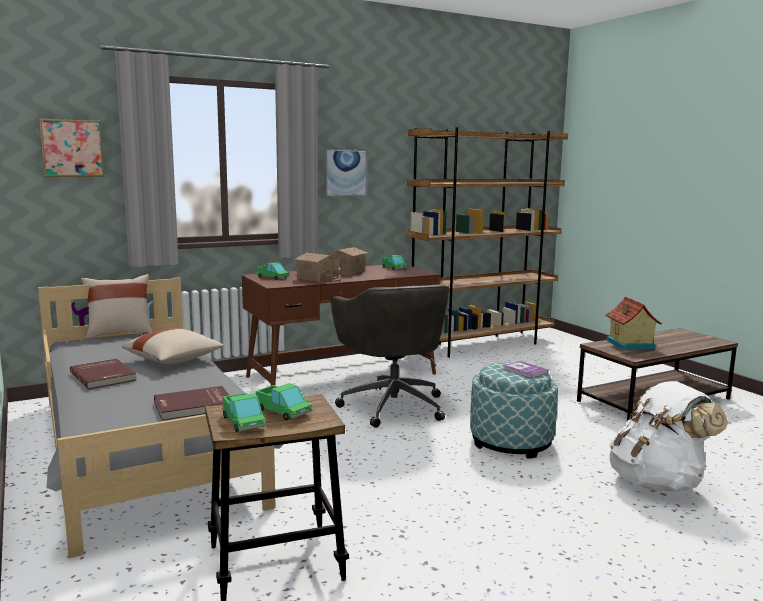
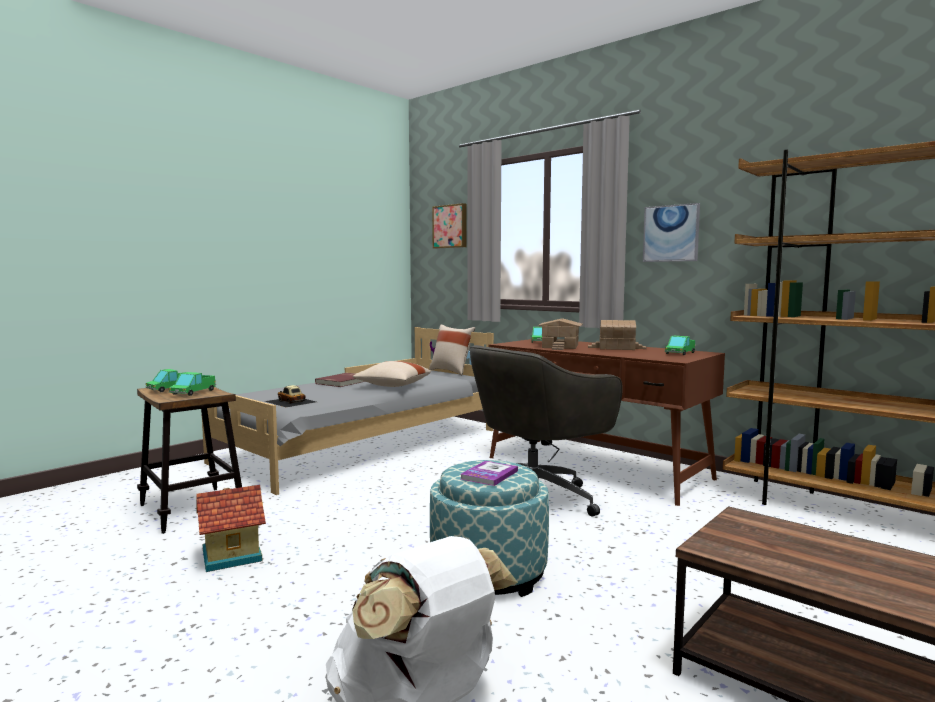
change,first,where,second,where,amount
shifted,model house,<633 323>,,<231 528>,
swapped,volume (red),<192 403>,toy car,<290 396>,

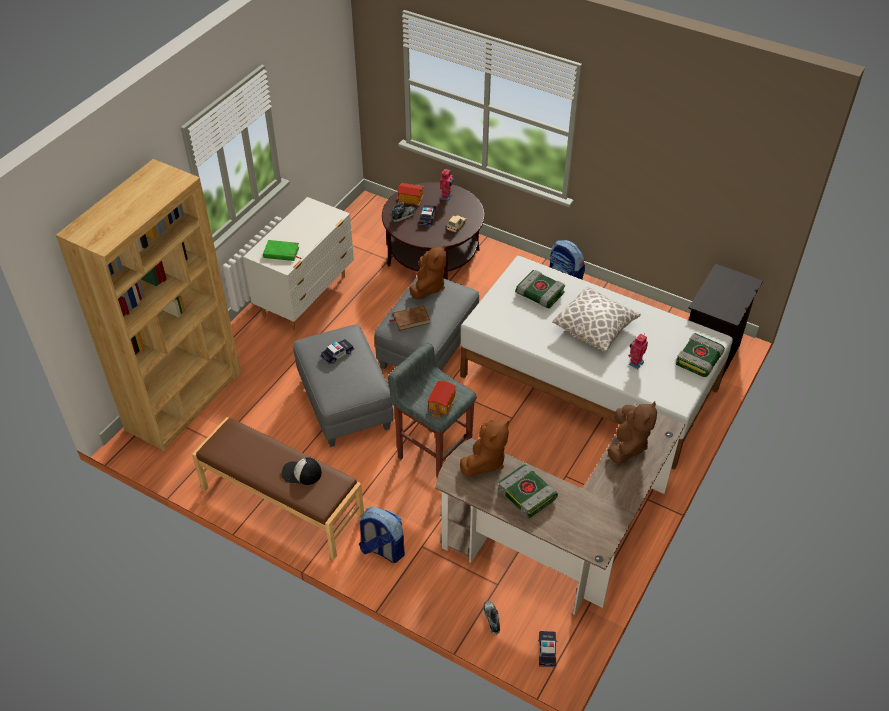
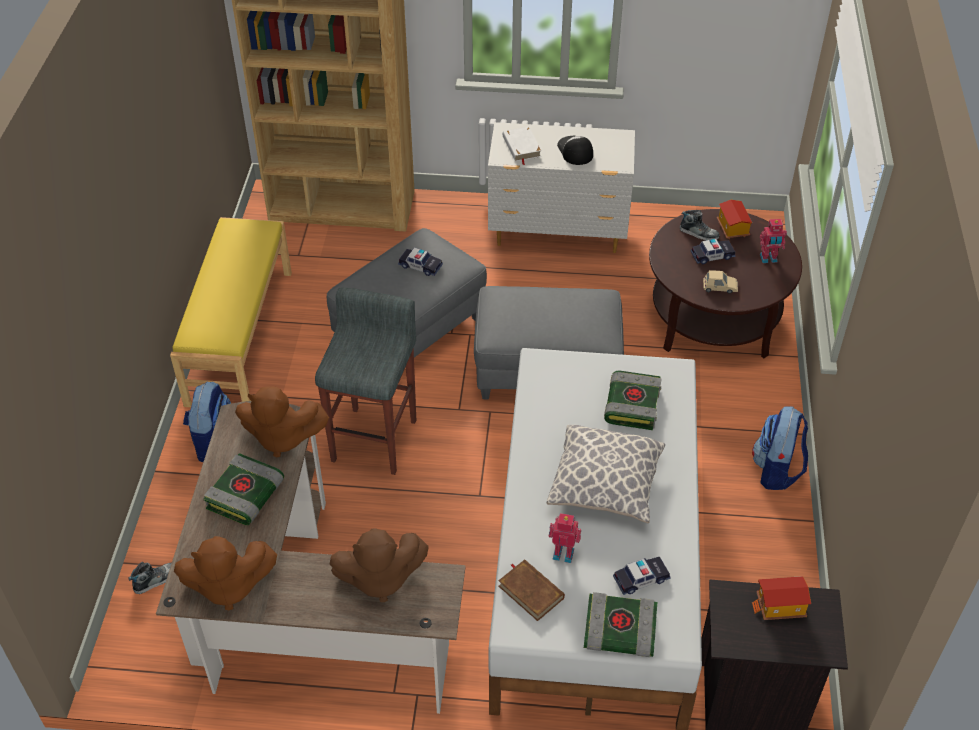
change,first,where,second,where,amount
repainted,volume (green-coloured),<282 250>,volume (whitish),<522 146>,
shifted,soft toy (brown),<428 272>,,<225 573>,
shifted,volume (brown),<409 318>,,<531 590>,
shifted,model house,<442 399>,,<781 598>,
repainted,long seat (brown),<278 488>,long seat (yellowish),<231 312>,
shifted,peaked cap,<302 471>,,<575 150>,
shifted,toy car,<547 649>,,<642 576>,

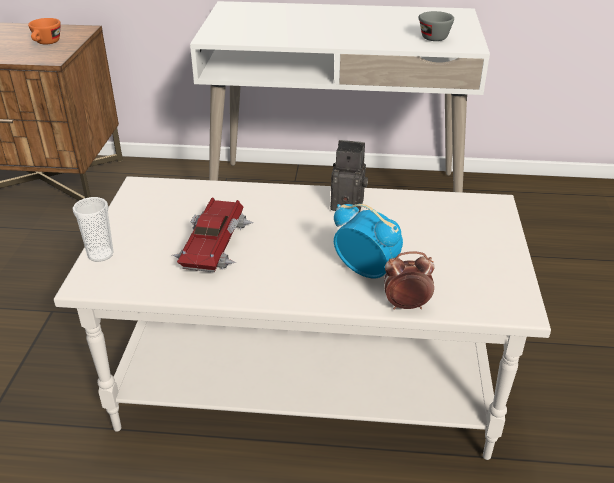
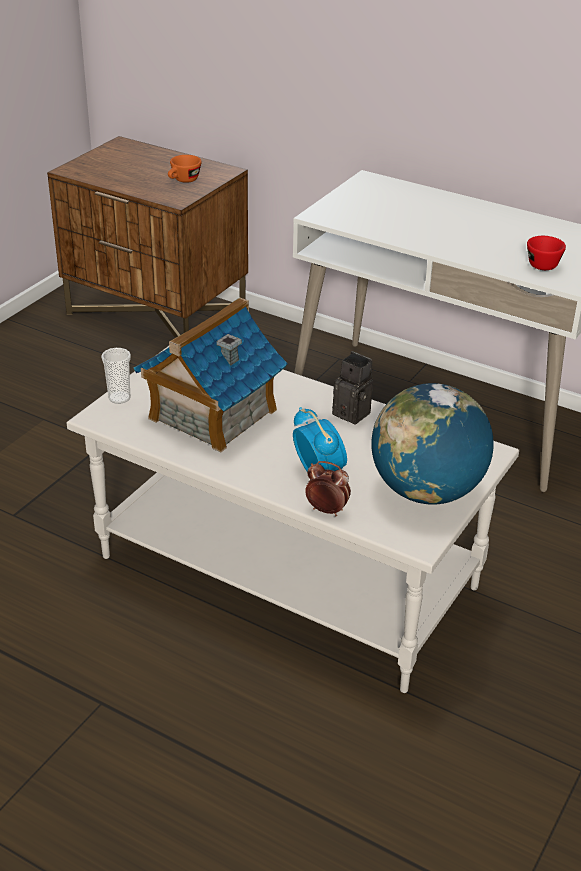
change,first,where,second,where,amount
repainted,small cup (gray),<436 26>,small cup (red),<546 253>,
swapped,toy car,<212 234>,model house,<211 375>,
new,,,desk globe,<432 444>,

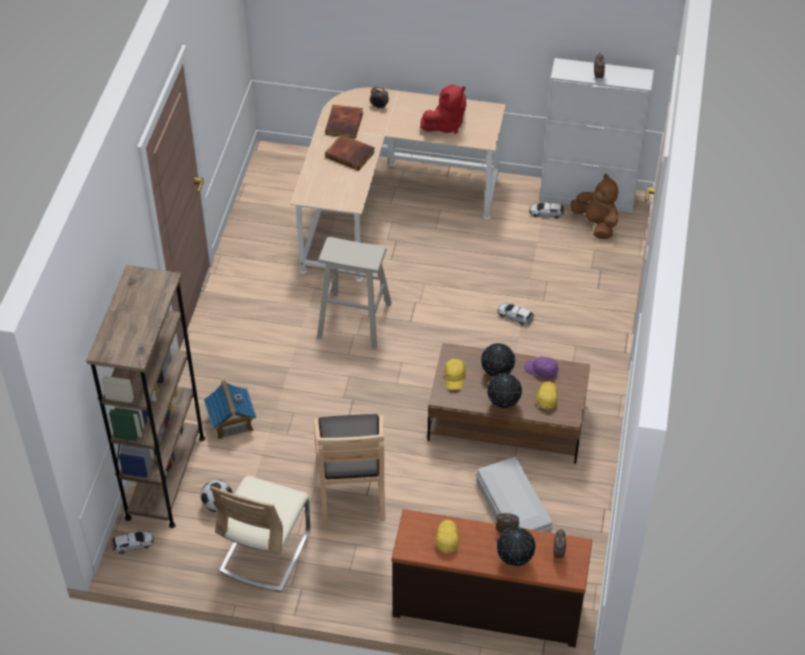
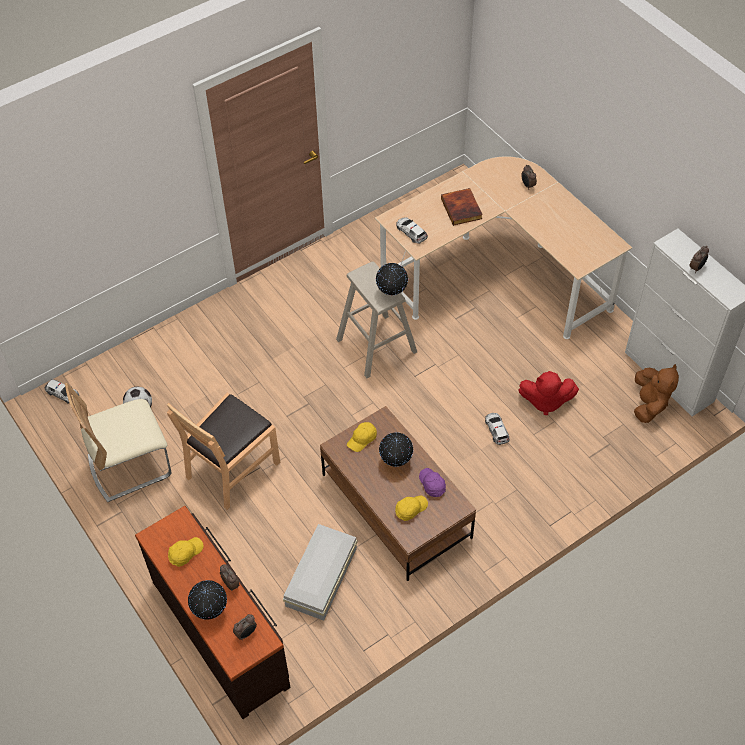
change,first,where,second,where,amount
shifted,soft toy (red),<443 109>,,<548 393>,
gone,volume,<344 121>,,,
shifted,toy car,<546 210>,,<412 230>,
gone,bookcase (brown),<145 396>,,,
shifted,desk globe,<504 390>,,<392 279>,
gone,model house,<230 410>,,,

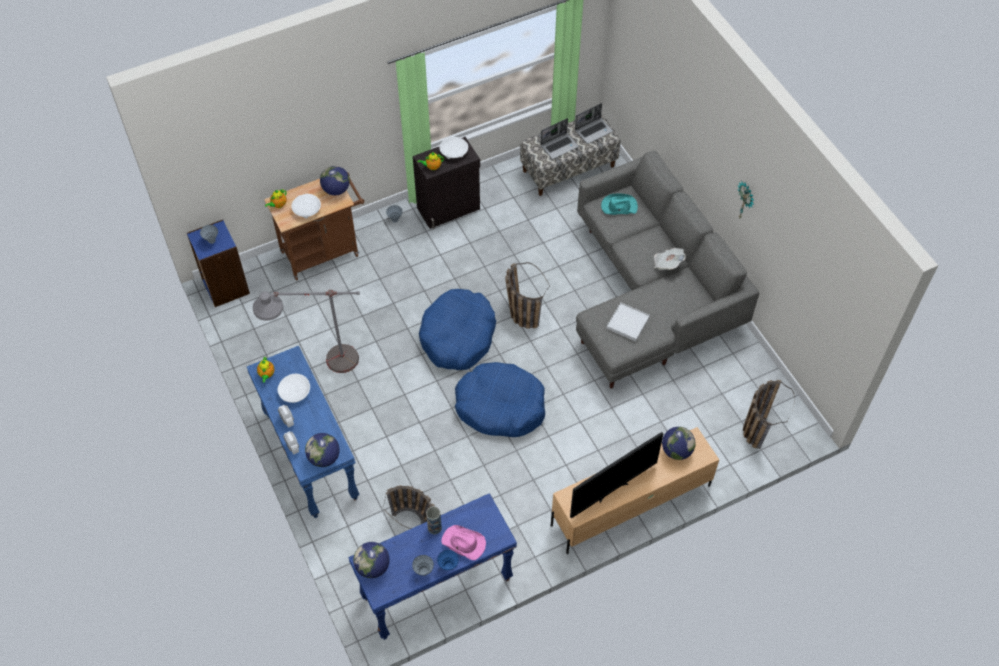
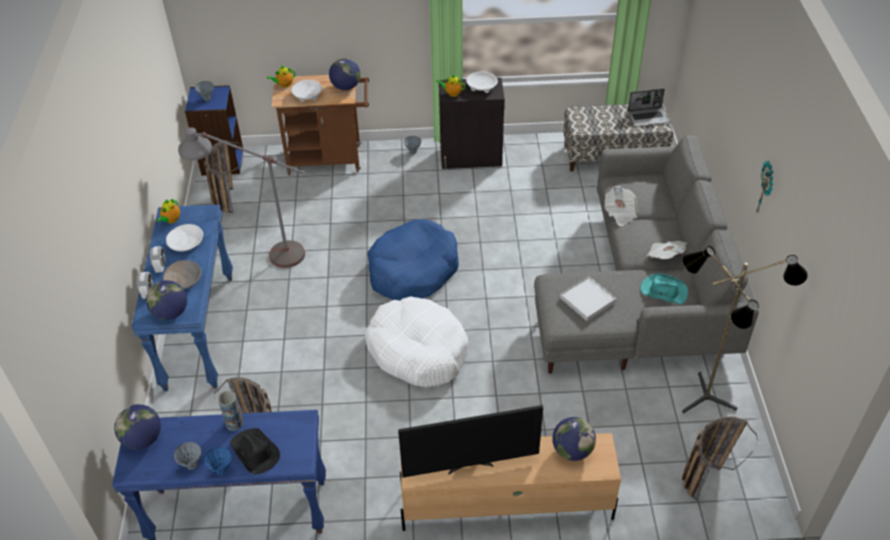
change,first,where,second,where,amount
gone,laptop,<559 138>,,,
shifted,clothing hat (blue-green),<619 204>,,<664 289>,
shifted,storage basket,<527 295>,,<224 176>,
repainted,pet bed (blue-coloured),<500 399>,pet bed (whitish),<416 342>,
repainted,clothing hat (pink),<463 542>,clothing hat (black),<254 451>,
new,,,daily paper,<621 206>,
new,,,standard lamp,<745 329>,
new,,,serving bowl (sand-coloured),<182 274>,

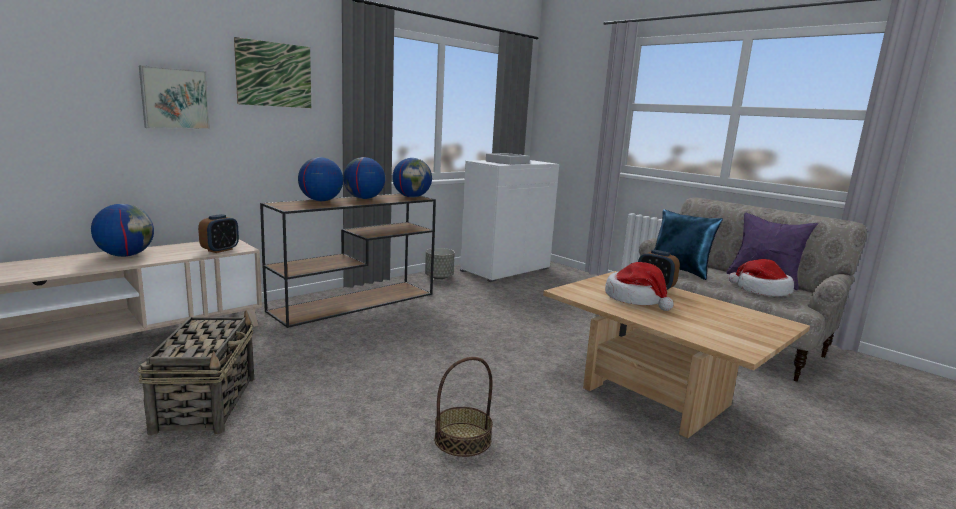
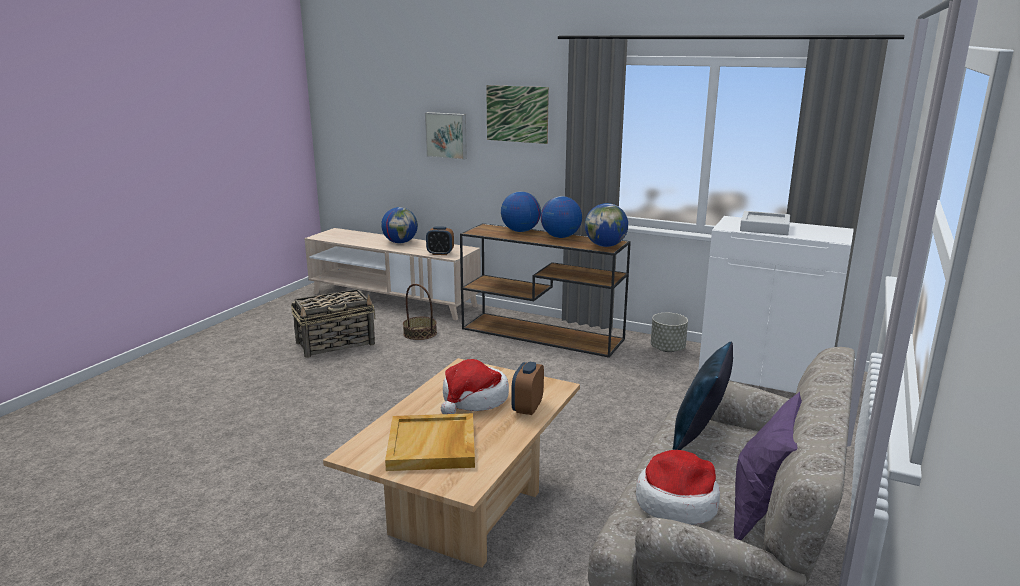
change,first,where,second,where,amount
shifted,storage basket,<463 407>,,<420 312>,
new,,,carrying tray (sand-coloured),<430 442>,

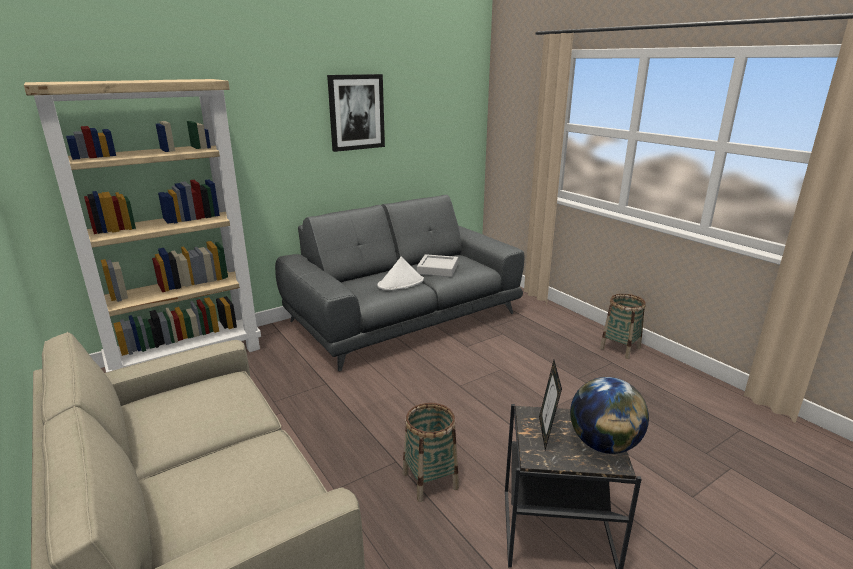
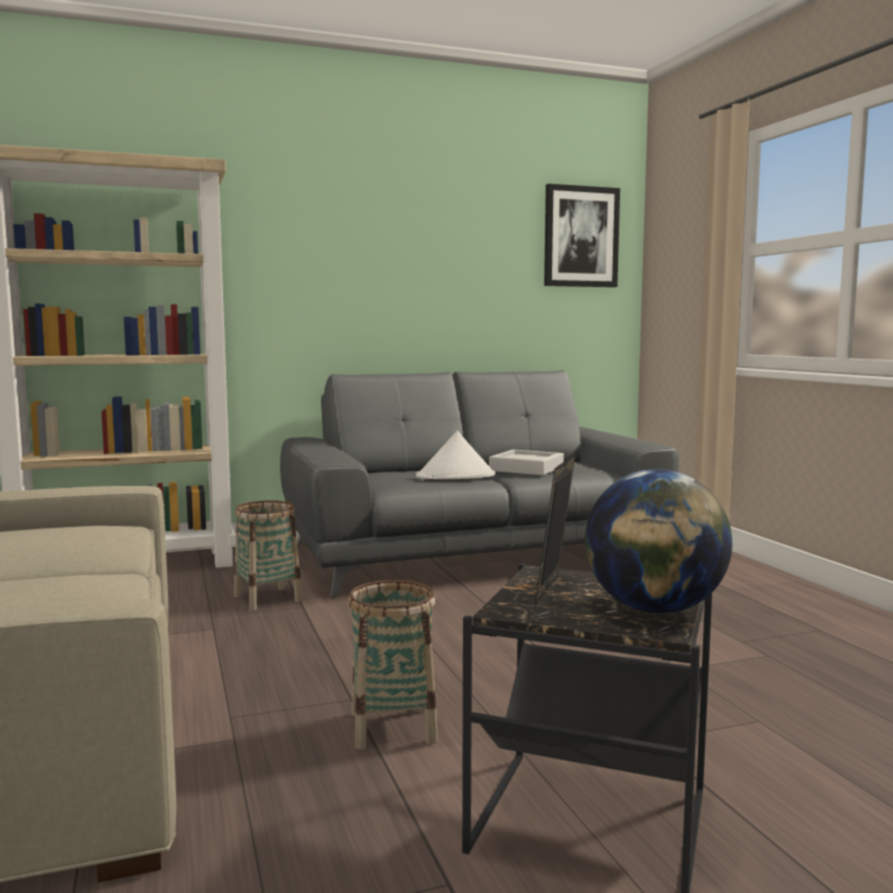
change,first,where,second,where,amount
shifted,wall art,<356 113>,,<582 235>,
shifted,storage basket,<623 326>,,<268 555>,

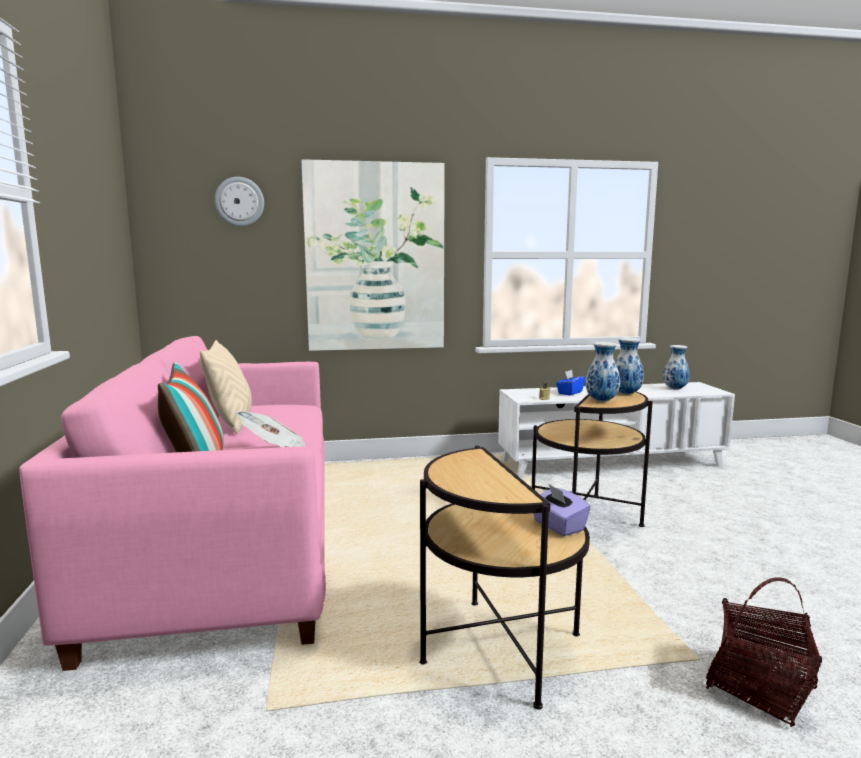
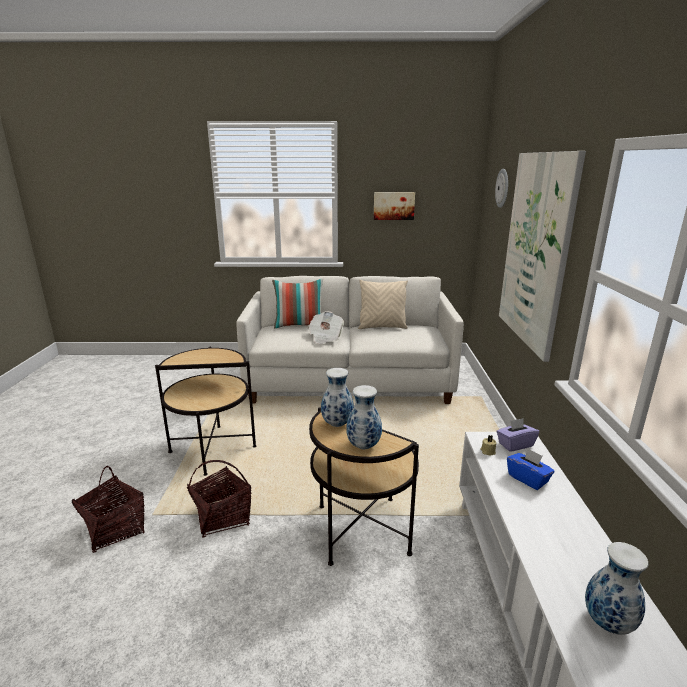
change,first,where,second,where,amount
repainted,settee (pink),<172 503>,settee (whitish),<350 340>,
shifted,box of tissues (purplish),<562 510>,,<517 435>,
new,,,wall art,<394 206>,
new,,,storage basket,<219 499>,

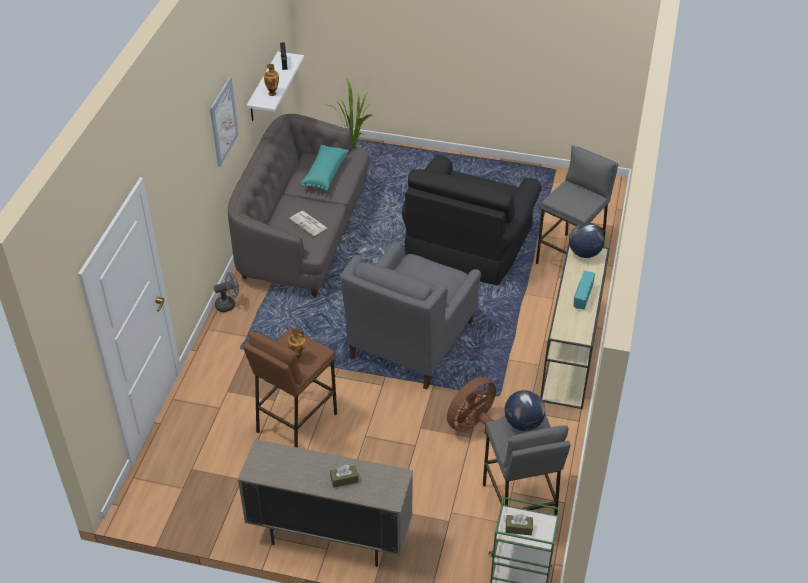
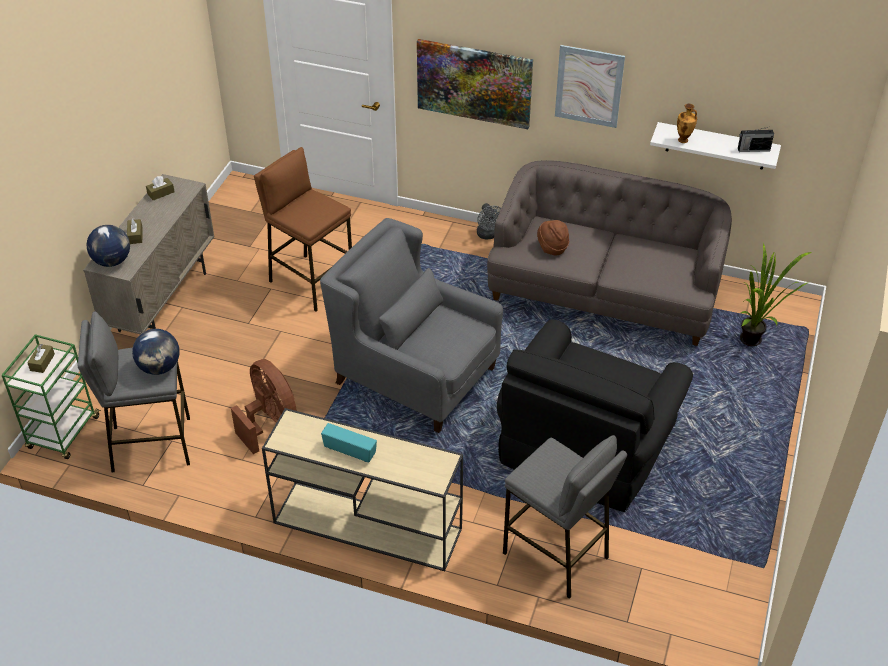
change,first,where,second,where,amount
gone,throw pillow (blue-green),<325 168>,,,
rotated,easy chair (black),<471 220>,,<595 415>,90 degrees counterclockwise
swapped,daily paper,<308 223>,clothing hat (brown),<553 238>,
shifted,desk globe,<586 240>,,<108 246>,
gone,decorative vase,<297 344>,,,
new,,,wall art,<475 84>,
new,,,box of tissues (brown),<160 188>,

